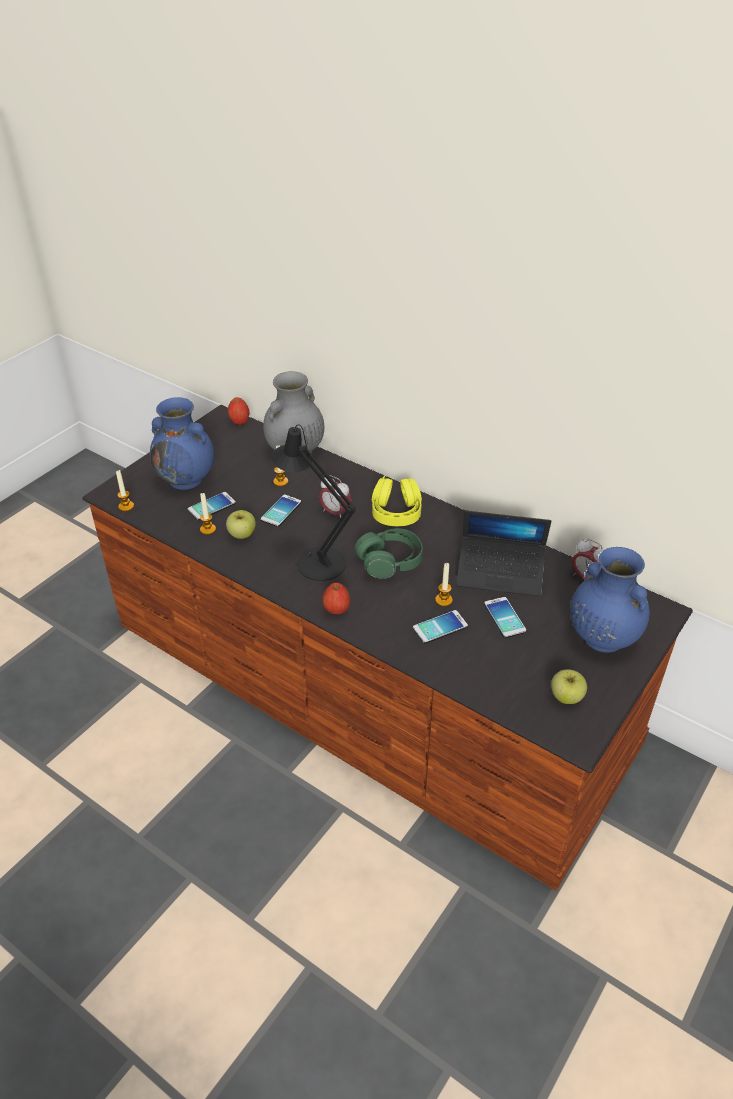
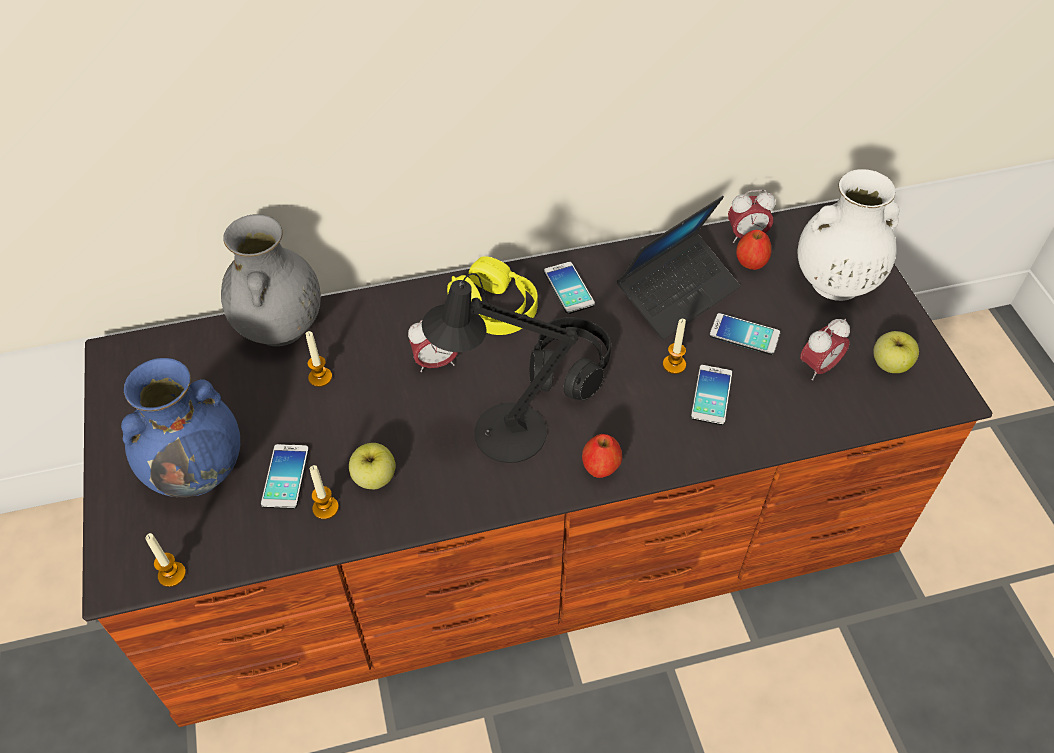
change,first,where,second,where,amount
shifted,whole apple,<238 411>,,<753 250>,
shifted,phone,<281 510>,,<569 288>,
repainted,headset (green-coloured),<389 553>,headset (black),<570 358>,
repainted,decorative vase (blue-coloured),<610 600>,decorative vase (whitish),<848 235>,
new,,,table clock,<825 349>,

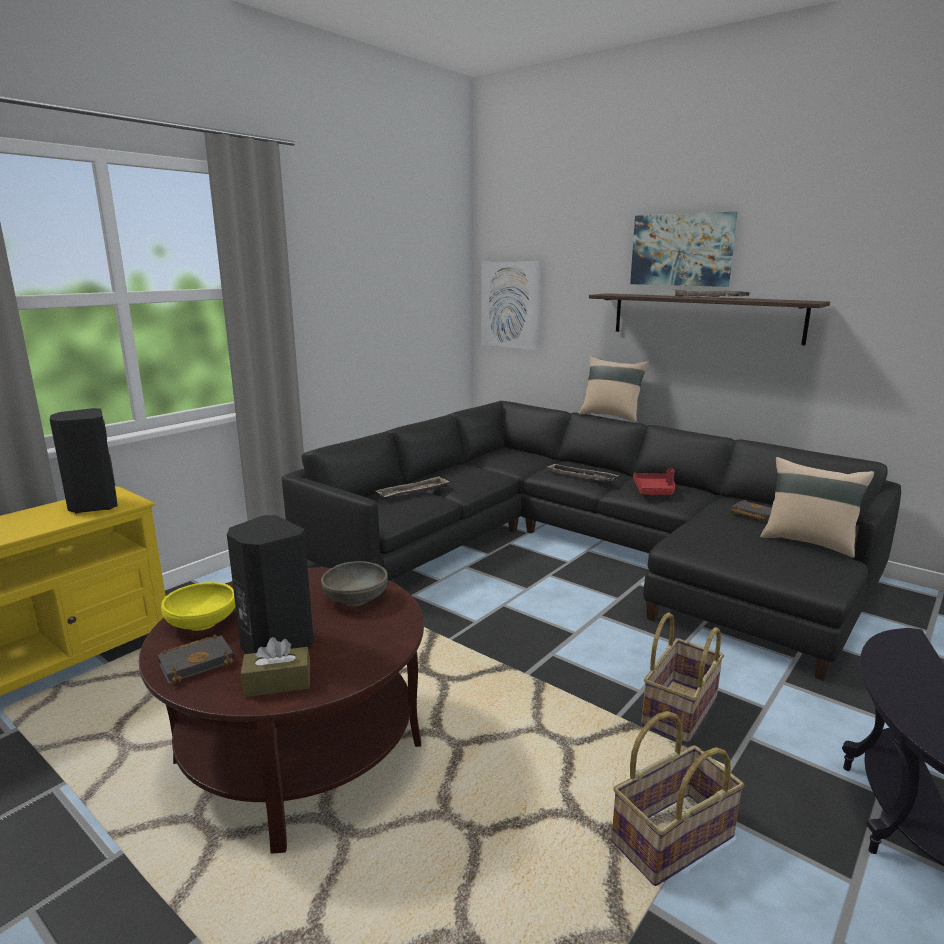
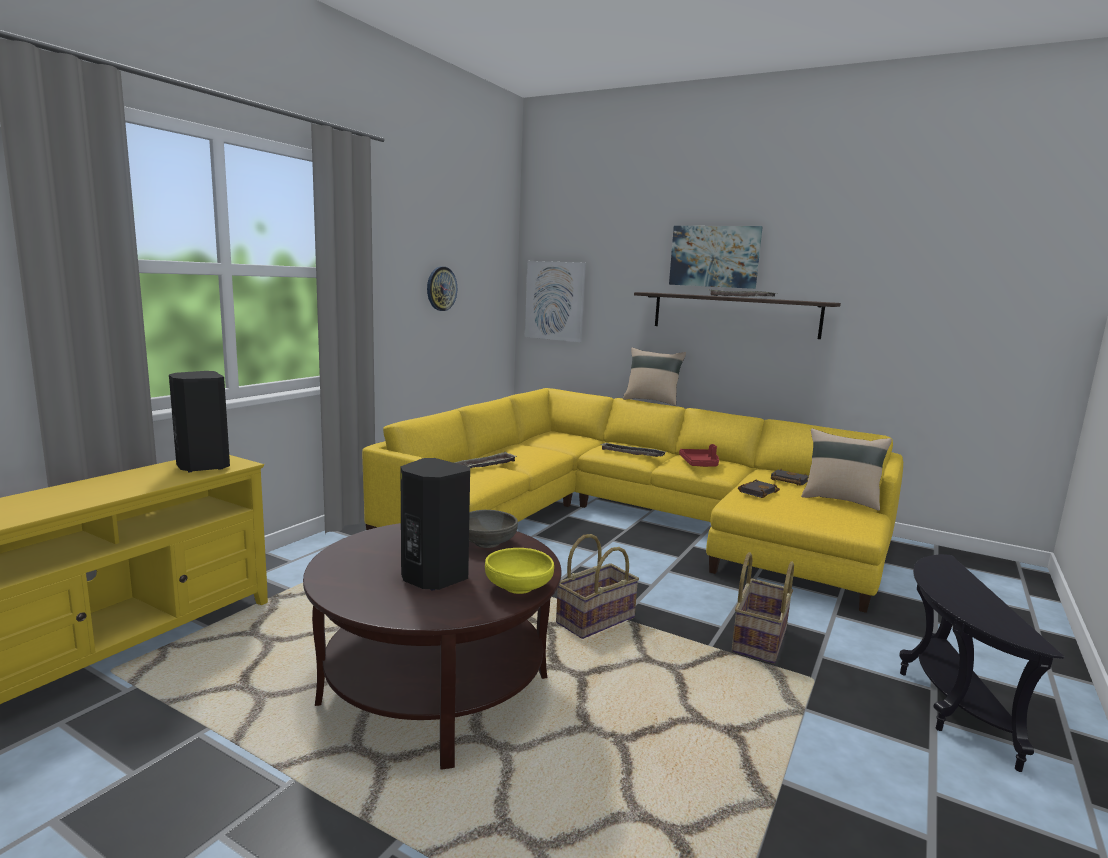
change,first,where,second,where,amount
repainted,settee (black),<591 541>,settee (yellowish),<632 500>,
shifted,serving bowl (yellowish),<198 606>,,<519 571>,
shifted,volume (black),<196 659>,,<759 488>,
gone,box of tissues (brown),<275 667>,,,
shifted,storage basket,<677 798>,,<597 586>,
new,,,hanging clock,<442 289>,

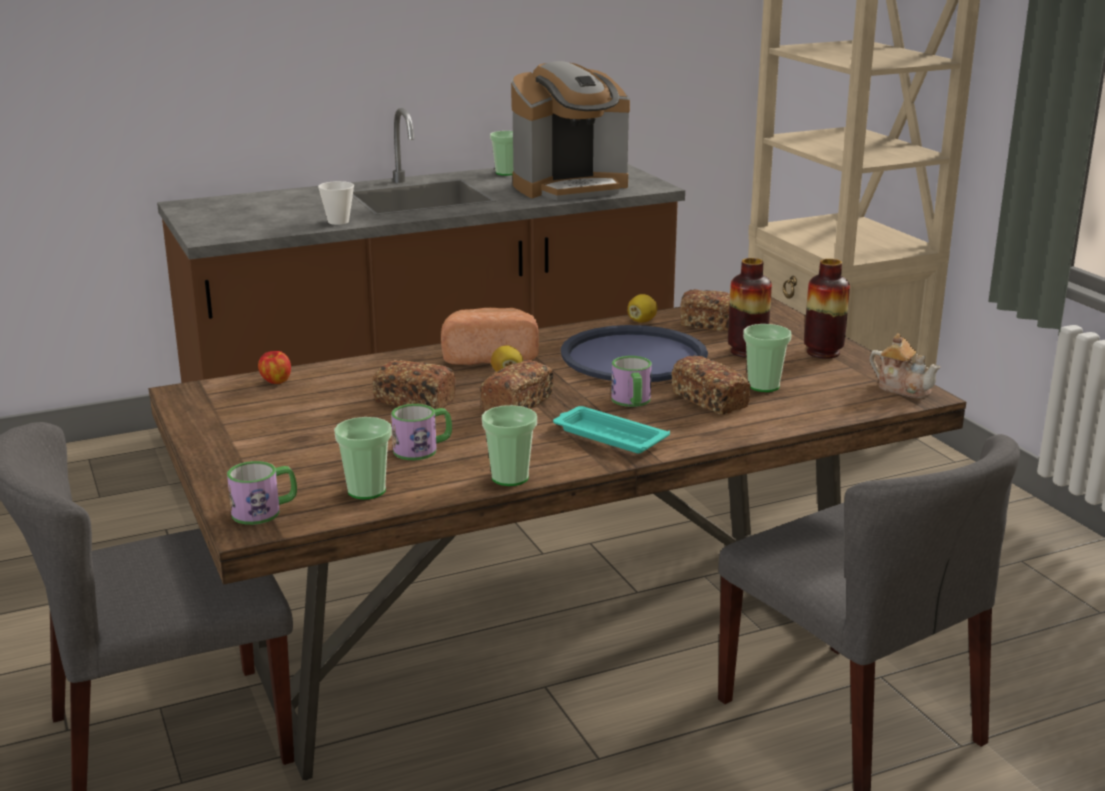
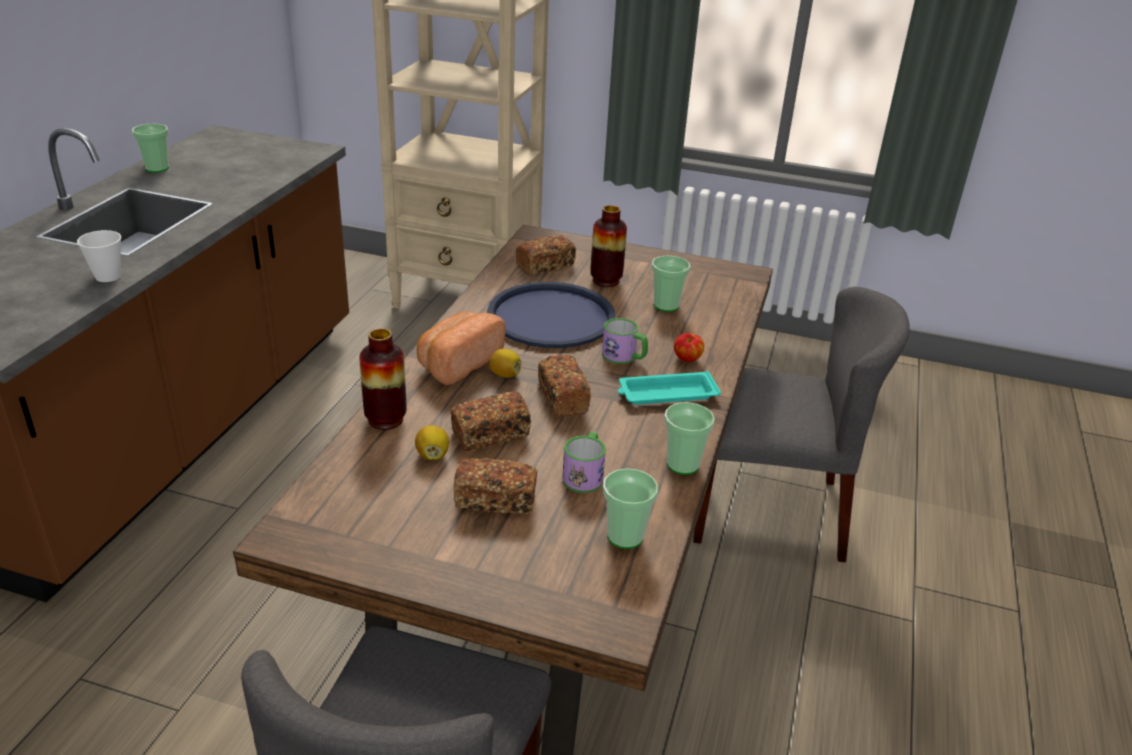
change,first,where,second,where,amount
gone,coffee maker,<570 131>,,,
shifted,decorative vase,<827 309>,,<382 379>,
shifted,lemon,<642 308>,,<432 442>,
gone,tea pot,<905 365>,,,
shifted,whole apple,<274 367>,,<689 347>,
shifted,baked bread,<711 385>,,<495 486>,
gone,coffee mug,<262 493>,,,

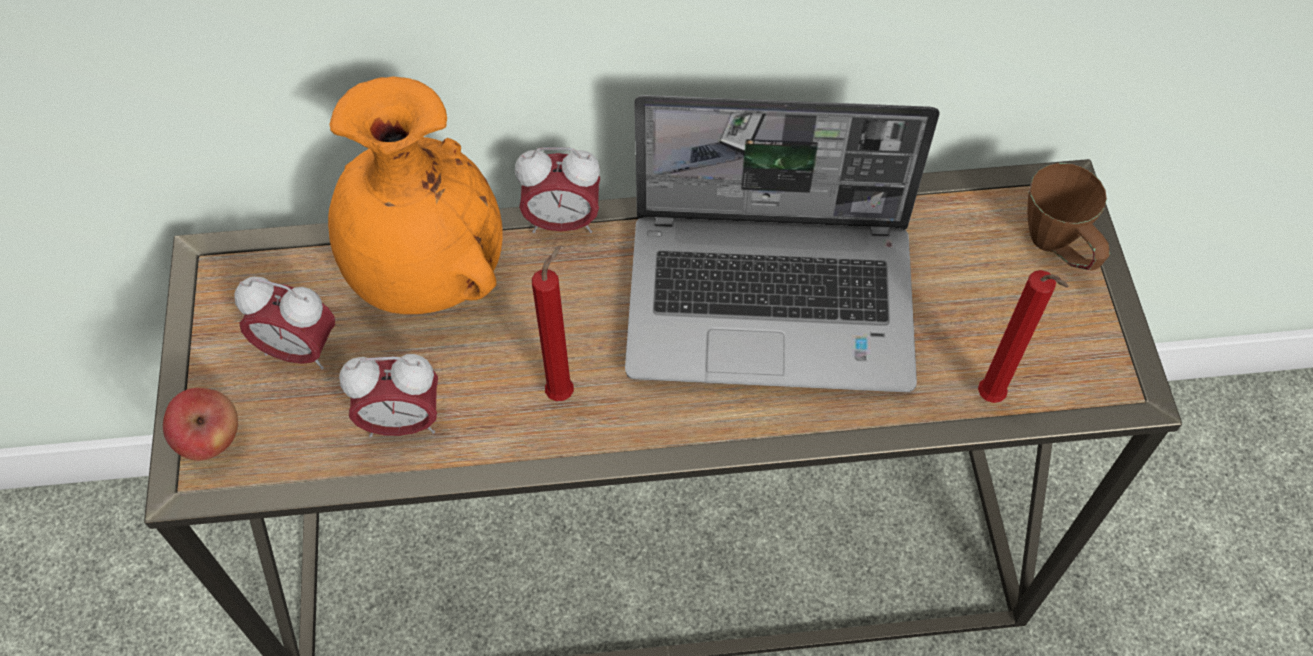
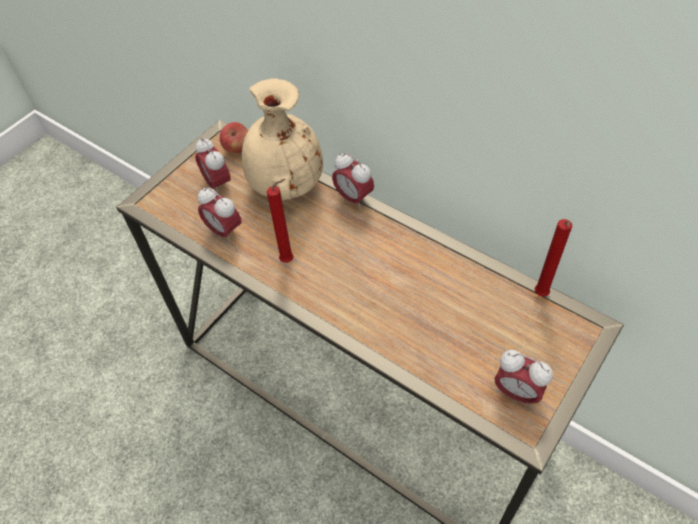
change,first,where,second,where,amount
repainted,decorative vase (orange),<415 195>,decorative vase (sand-coloured),<282 139>,
gone,laptop,<782 243>,,,
gone,coffee mug (brown),<1068 216>,,,
shifted,candle (red),<1023 336>,,<553 258>,
shifted,whole apple,<200 424>,,<234 137>,
new,,,table clock,<524 378>,

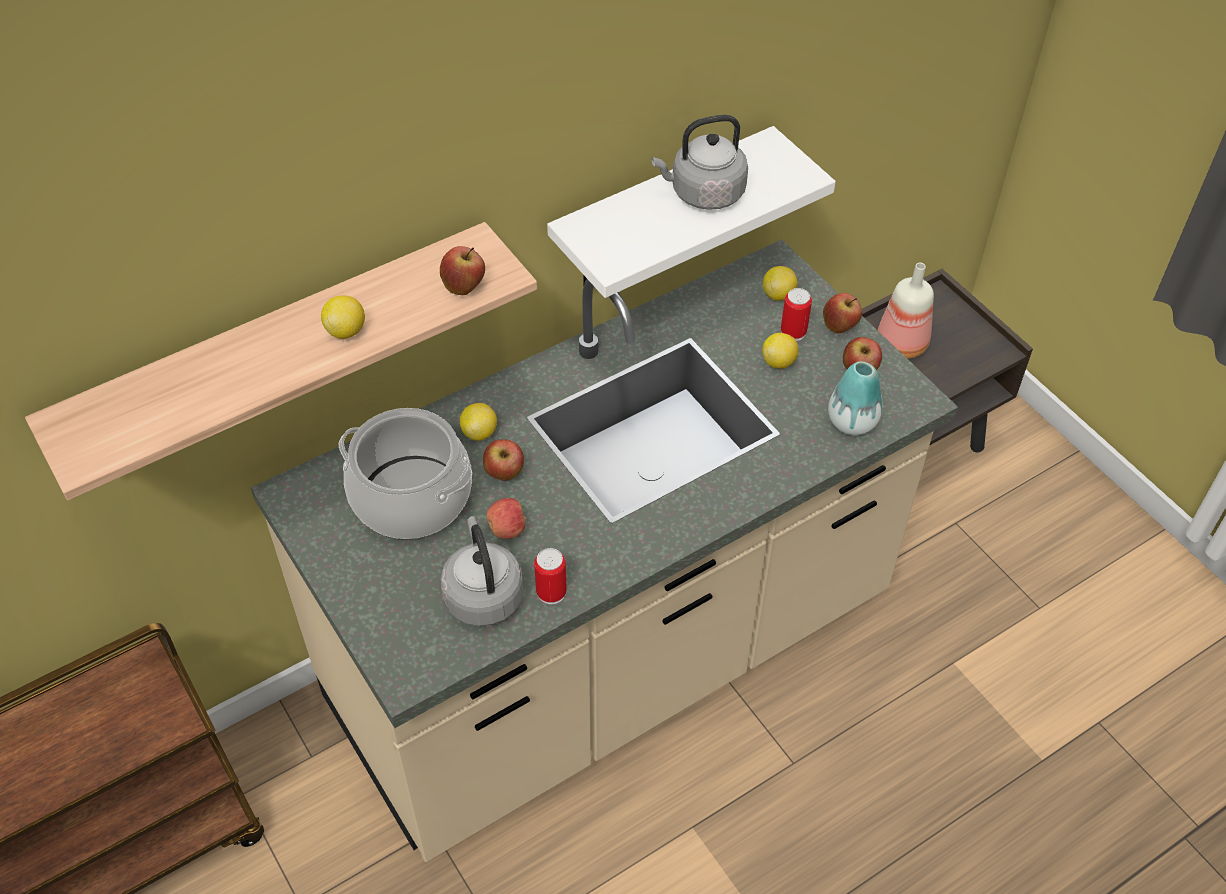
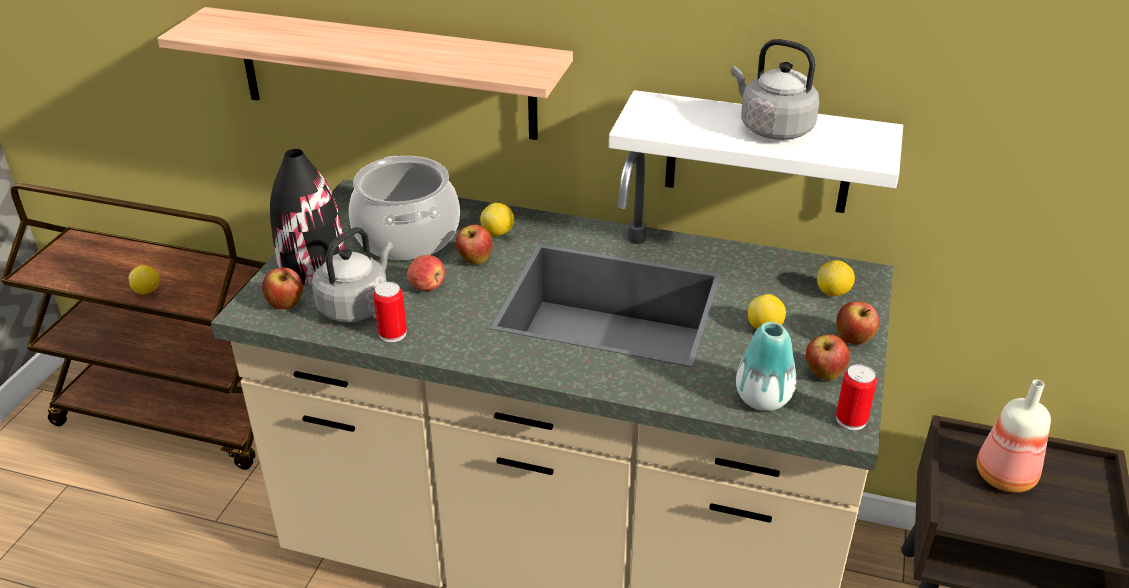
change,first,where,second,where,amount
shifted,whole apple,<462 270>,,<282 288>,
shifted,sealed can,<796 314>,,<856 397>,
shifted,lemon,<343 317>,,<143 279>,
new,,,decorative vase (black),<307 217>,

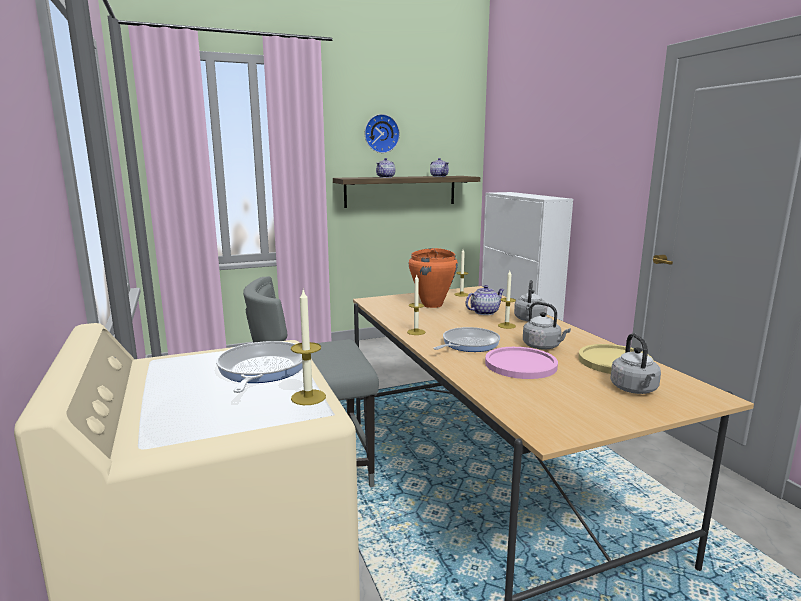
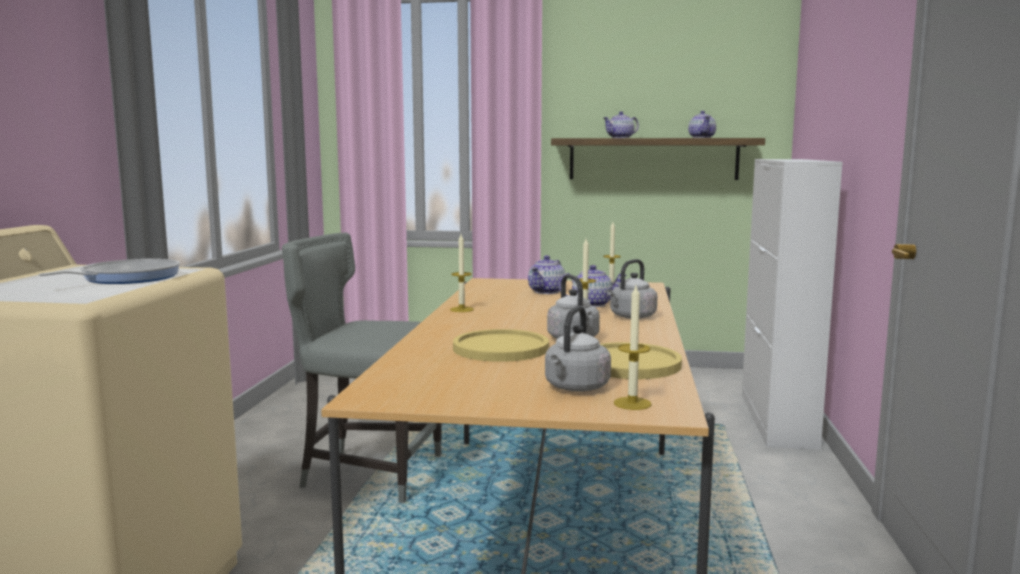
change,first,where,second,where,amount
gone,hanging clock,<382 133>,,,
swapped,cooking pot (orange),<433 278>,tea pot,<546 274>,
shifted,candle,<308 347>,,<633 348>,
gone,pan,<466 339>,,,
repainted,dinner plate (pink),<521 363>,dinner plate (yellowish),<501 345>,

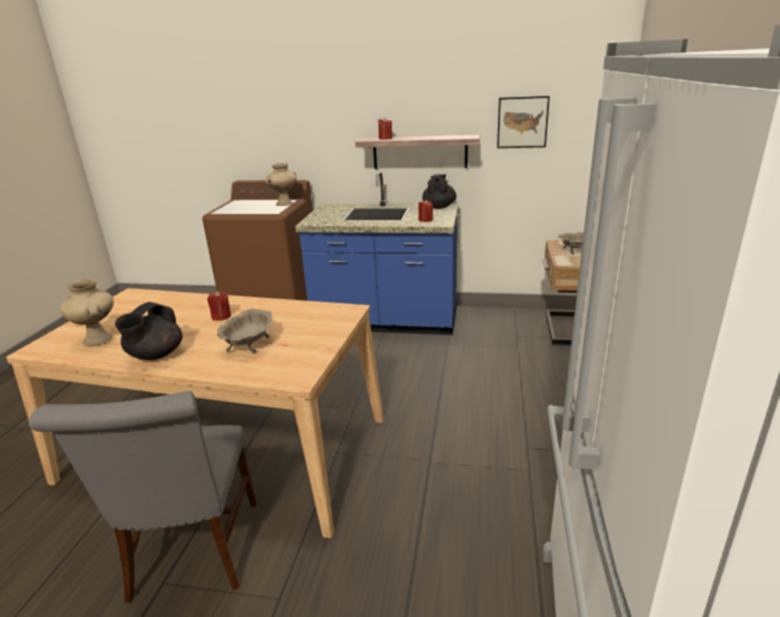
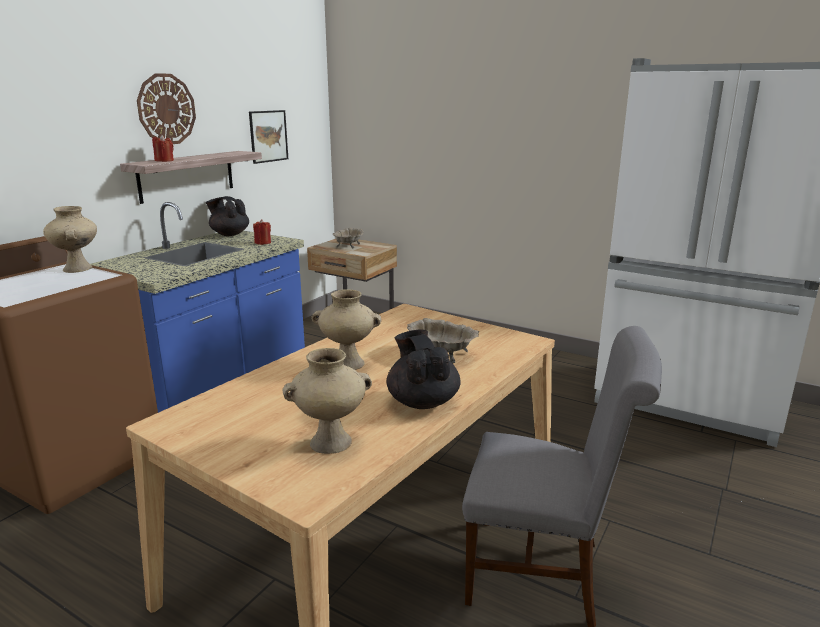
change,first,where,second,where,amount
swapped,candle (red),<219 306>,decorative vase (sand-coloured),<346 329>,
rotated,tea pot (black),<149 331>,,<424 369>,150 degrees counterclockwise
new,,,hanging clock,<166 108>,

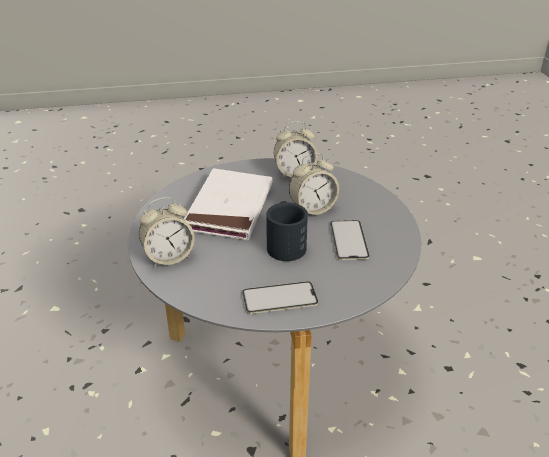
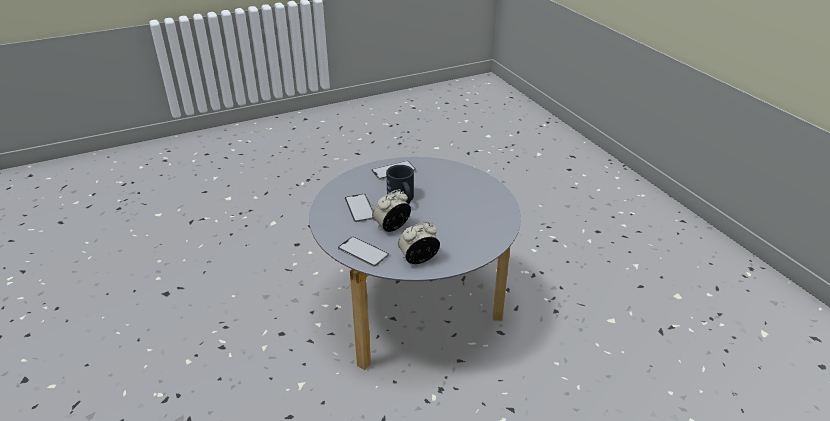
change,first,where,second,where,amount
gone,volume (whitish),<228 204>,,,
gone,table clock,<167 232>,,,
new,,,phone,<363 251>,

